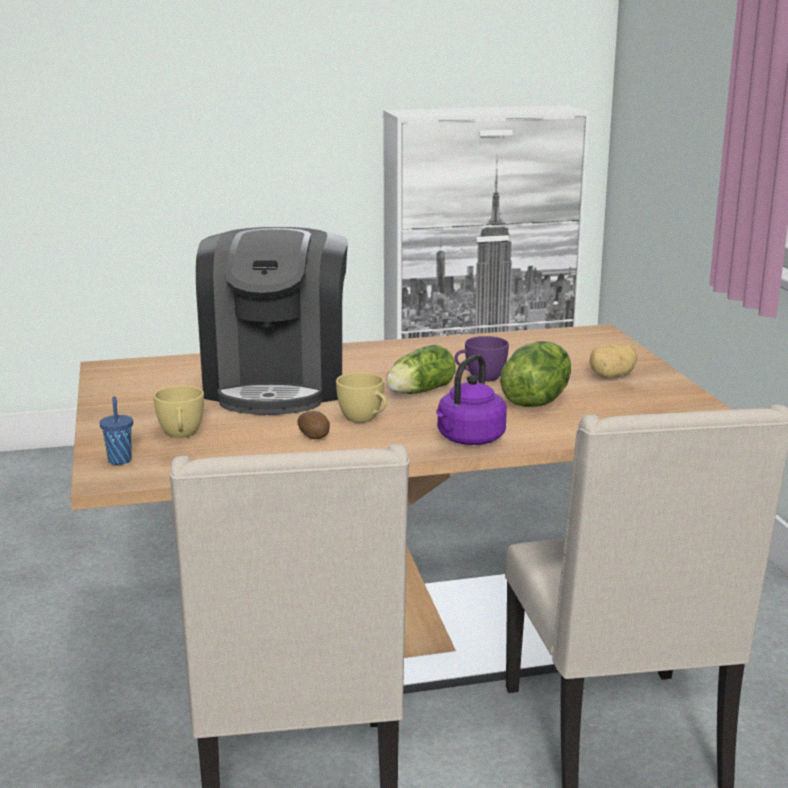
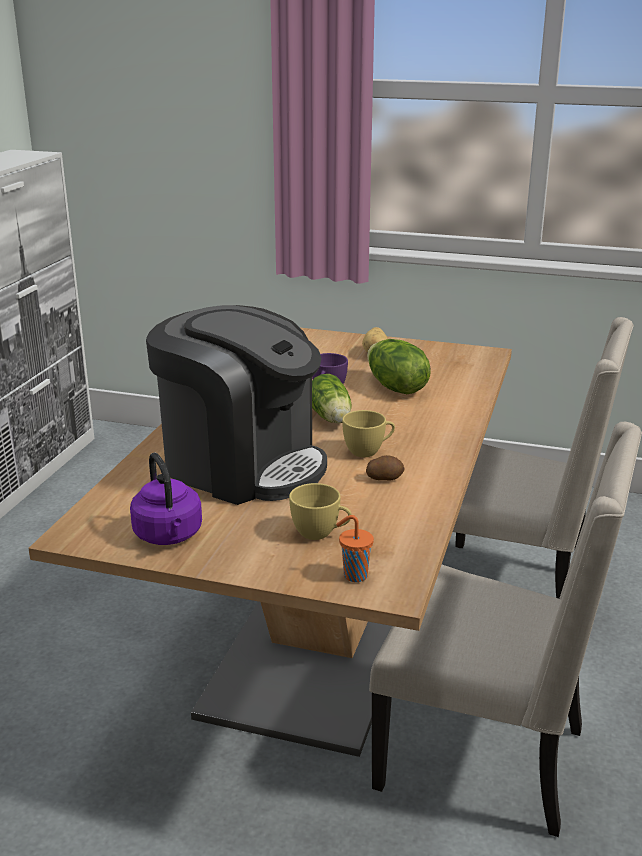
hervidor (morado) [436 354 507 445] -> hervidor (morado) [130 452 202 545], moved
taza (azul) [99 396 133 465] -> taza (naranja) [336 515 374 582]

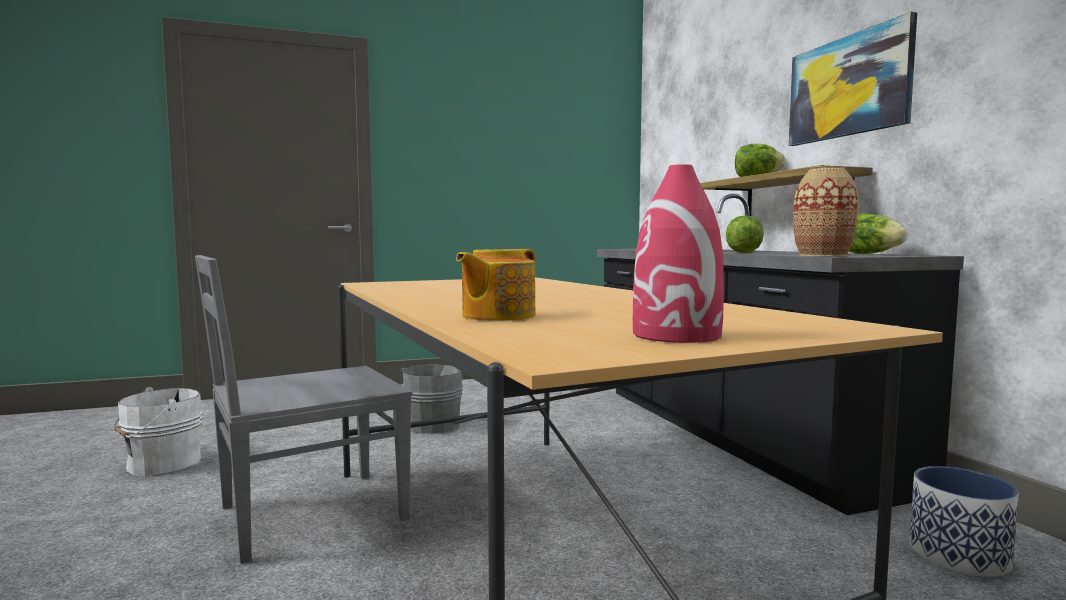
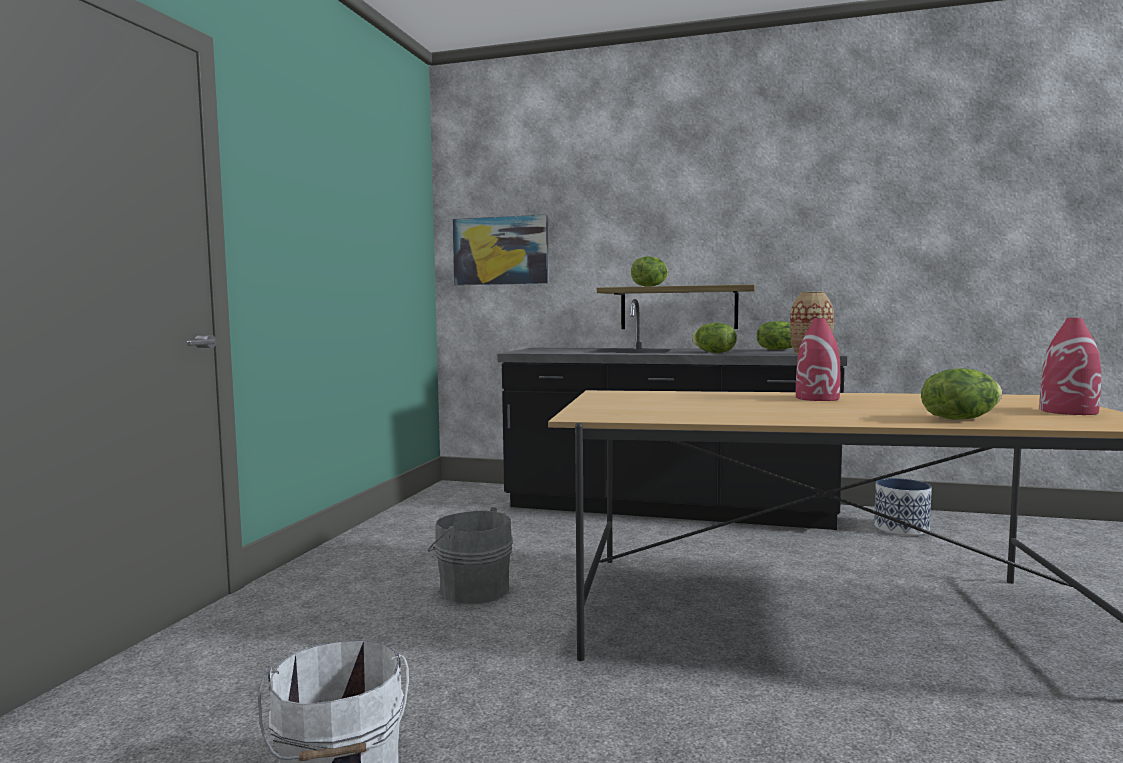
cuadro [789 12 917 146] -> cuadro [453 215 549 285], moved
none -> florero (rojo) [796 318 841 401]
tetera [456 249 536 321] -> lechuga [921 368 1002 420]
silla (gris) [195 255 413 564] -> none

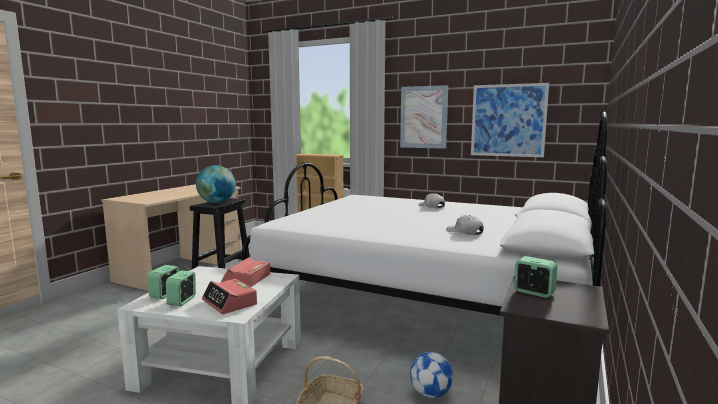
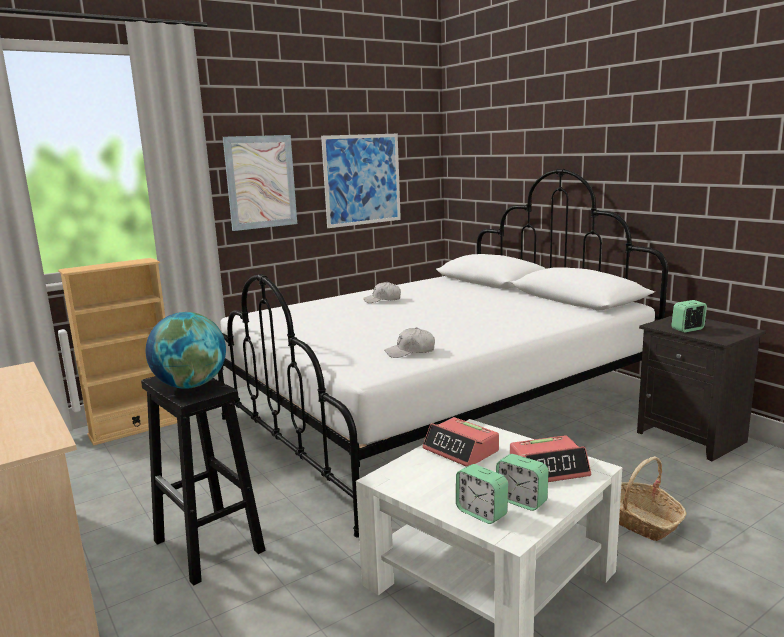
gorra (blanco) [446 215 484 235] -> gorra (blanco) [384 327 435 358], moved
balón de fútbol [410 352 454 398] -> none

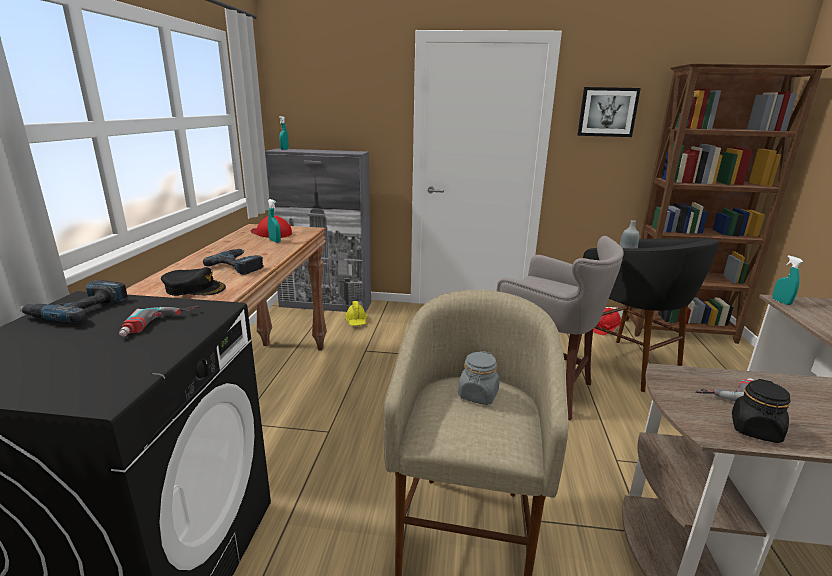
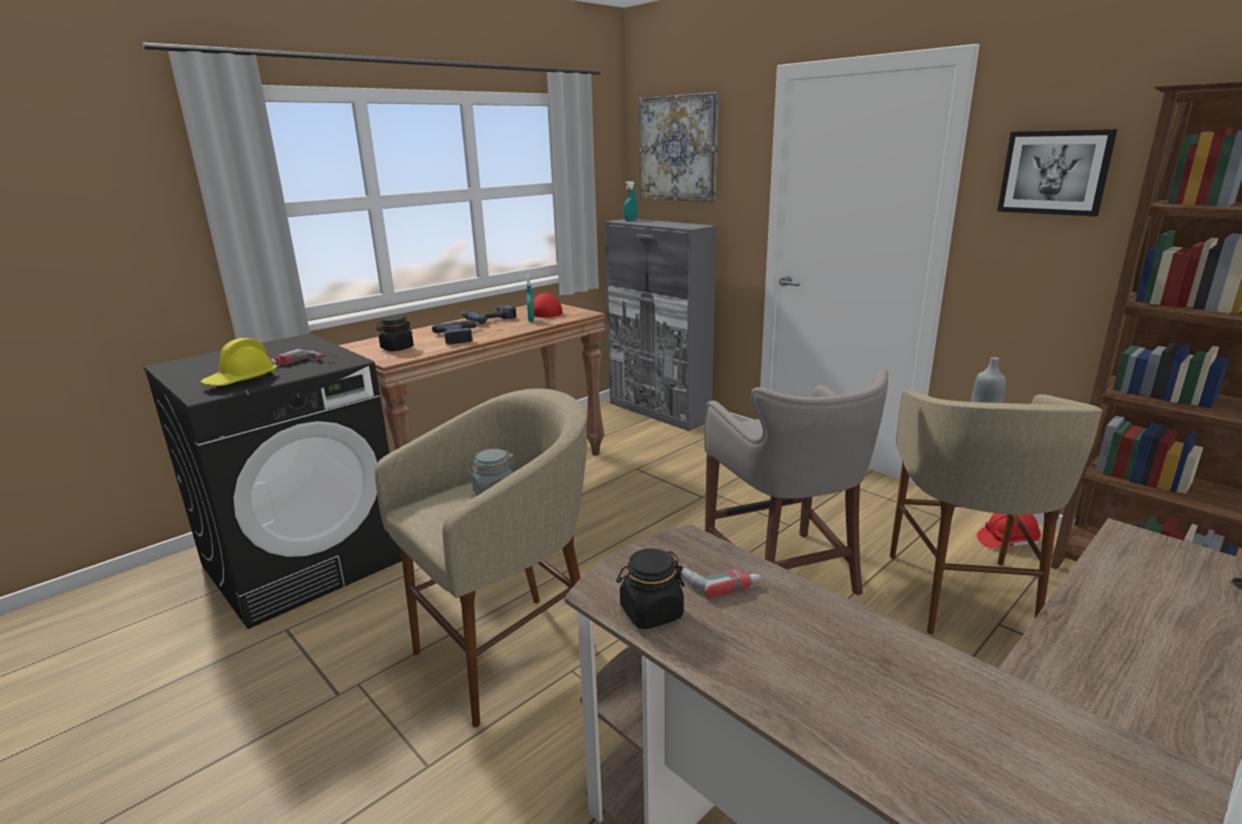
casco (amarillo) [345 301 367 326] -> casco (amarillo) [200 338 277 386], moved
gorra (negro) [161 267 226 296] -> tarro (negro) [376 315 414 351]
taladro [20 280 128 323] -> taladro [462 304 517 324], moved
none -> cuadro [639 92 719 202]
taburete (negro) [577 238 719 392] -> taburete (beis) [890 391 1103 634]
pulverizador (turquesa) [773 255 803 305] -> none

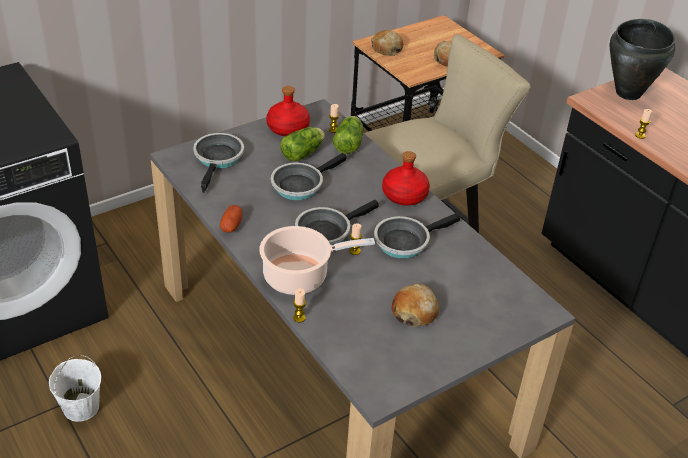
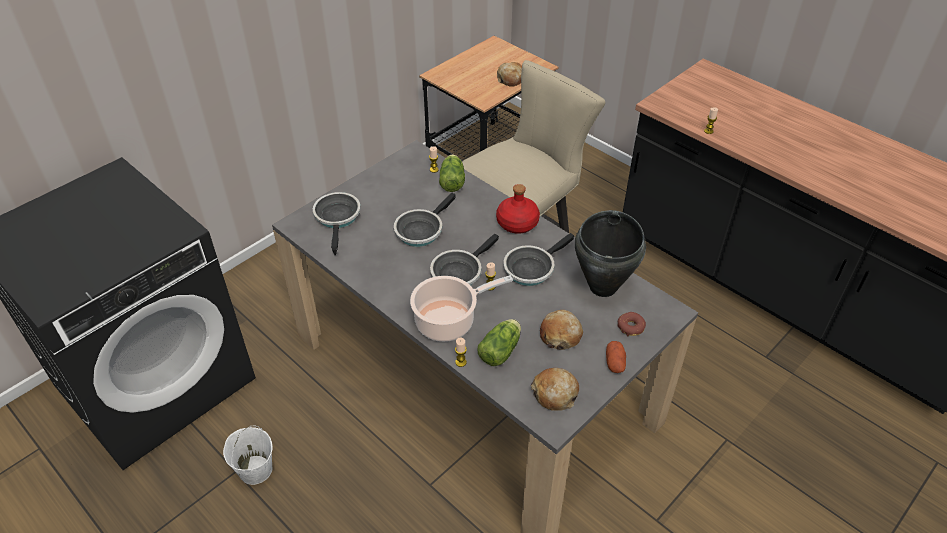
lechuga [280 127 325 161] -> lechuga [478 319 521 366], moved
pan [371 30 403 56] -> pan [531 368 579 411], moved
olla (negro) [610 19 675 100] -> olla (negro) [575 210 646 297], moved
patata [220 205 242 233] -> patata [606 341 626 373], moved
none -> rosquilla [617 312 646 336]
botella (rojo) [266 86 310 136] -> none

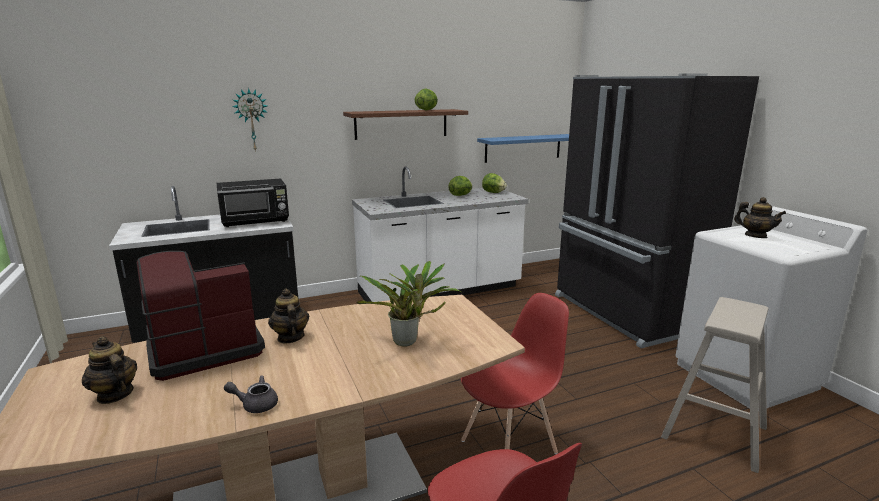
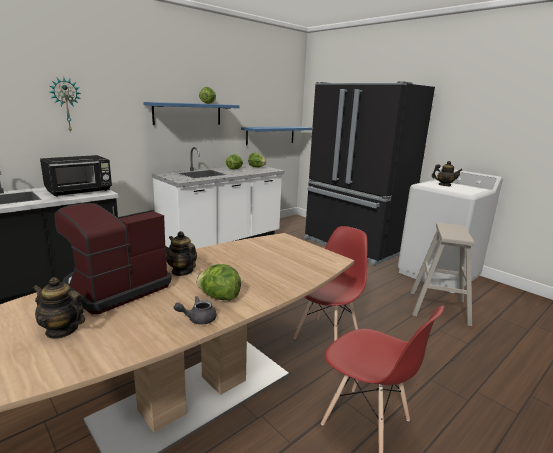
estante (marrón) [343 109 468 140] -> estante (azul) [143 102 239 125]
none -> lechuga [196 264 241 301]
planta en maceta [356 261 463 347] -> none

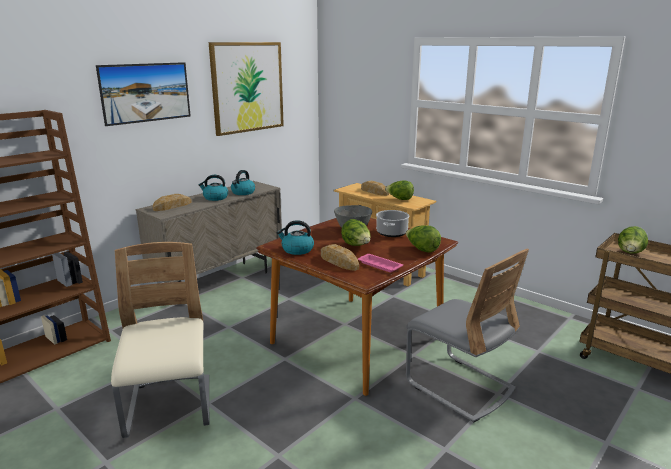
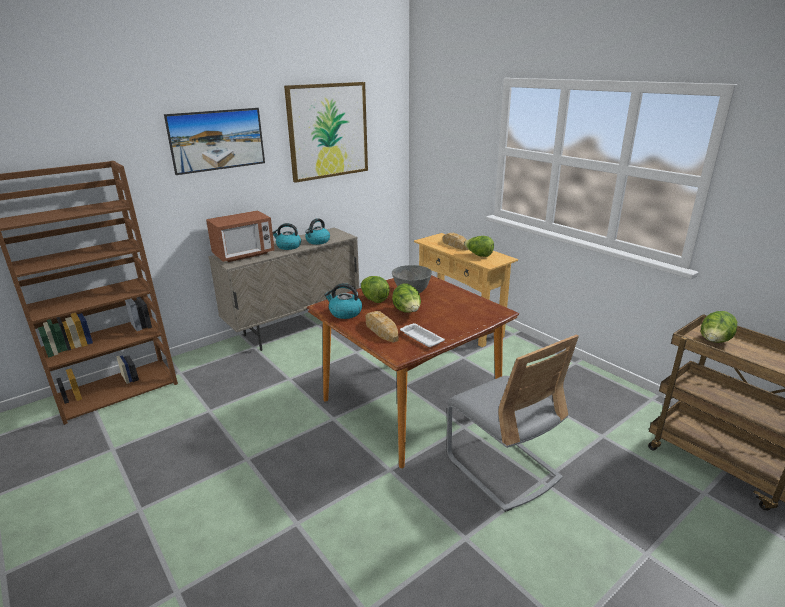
pan [153 194 192 211] -> microondas [206 210 275 262]
lechuga [406 225 441 253] -> lechuga [361 276 390 303], moved
bandeja (rosa) [358 254 403 272] -> bandeja (blanco) [400 323 445 347]
silla (beis) [111 242 209 438] -> none
olla [376 210 409 237] -> none

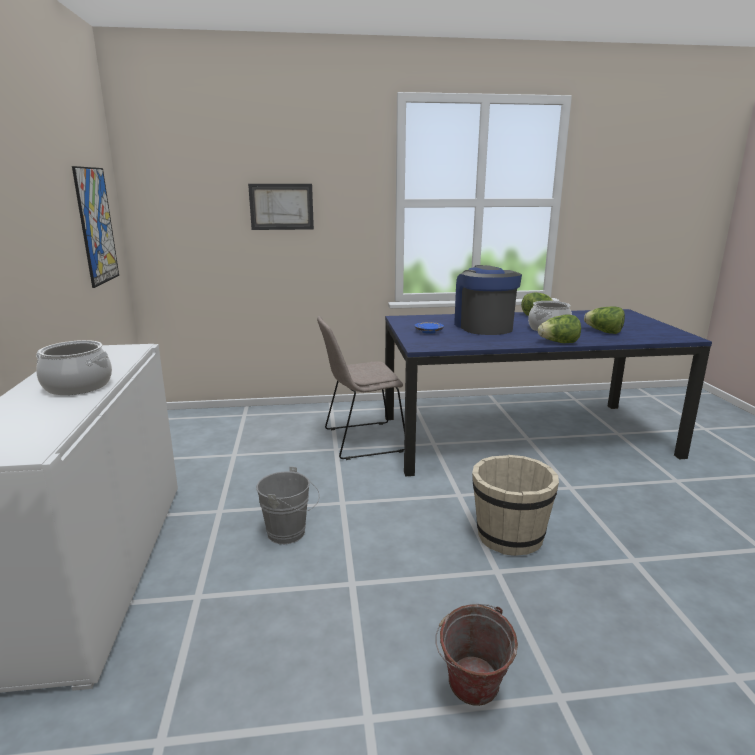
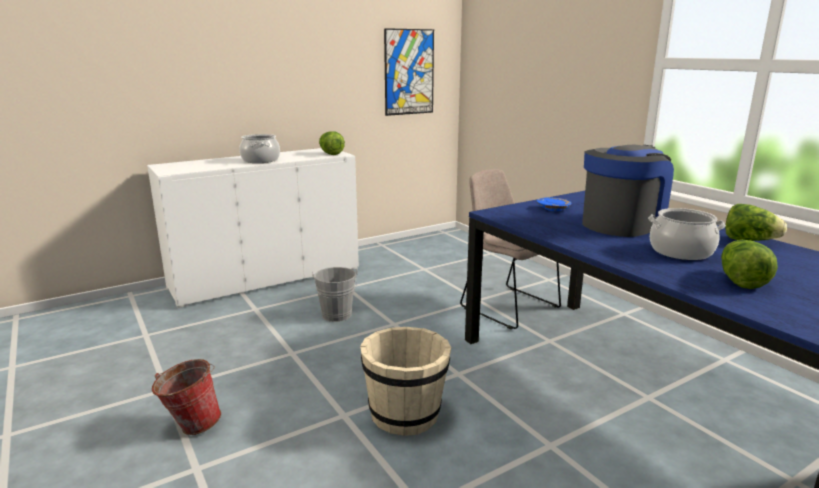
lechuga [538 314 581 343] -> lechuga [319 131 345 155], moved
cuadro [248 184 314 230] -> none

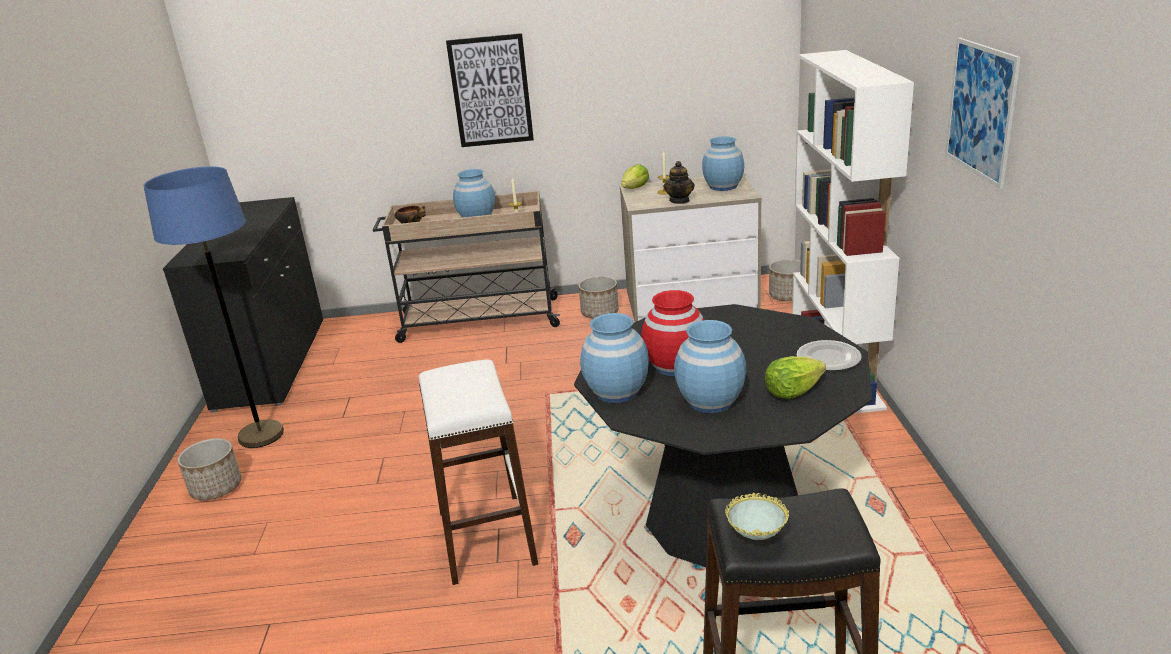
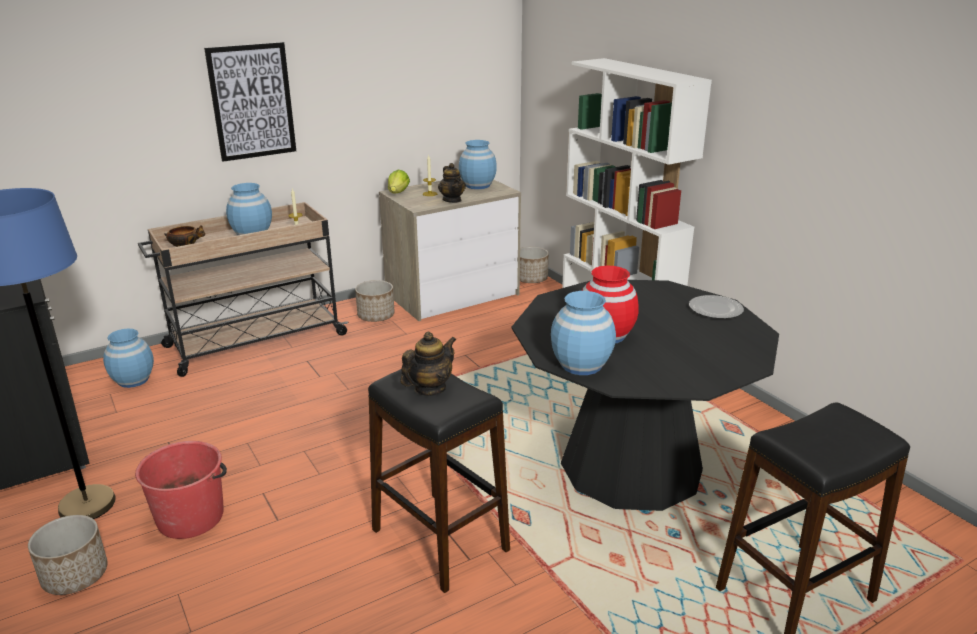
florero (azul) [674 320 746 413] -> florero (azul) [103 328 154 388], moved
none -> cubo (rojo) [135 441 227 539]
taburete (blanco) [419 359 538 585] -> taburete (negro) [368 369 510 593]
none -> tetera [401 332 456 396]
cuenco [725 493 789 540] -> none
lechuga [765 356 826 399] -> none
cuadro [945 38 1021 189] -> none

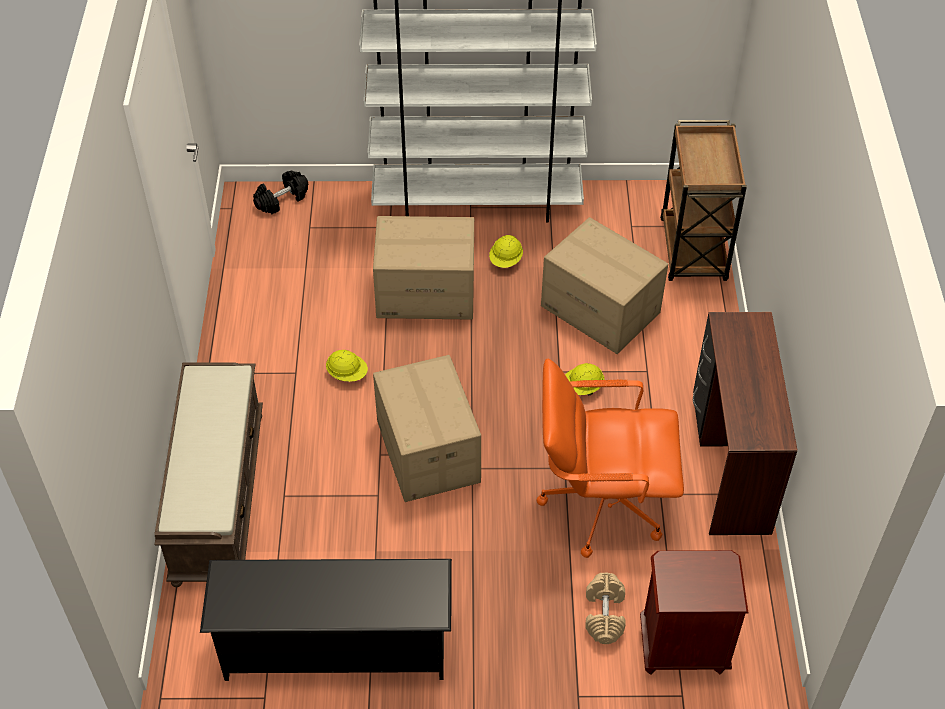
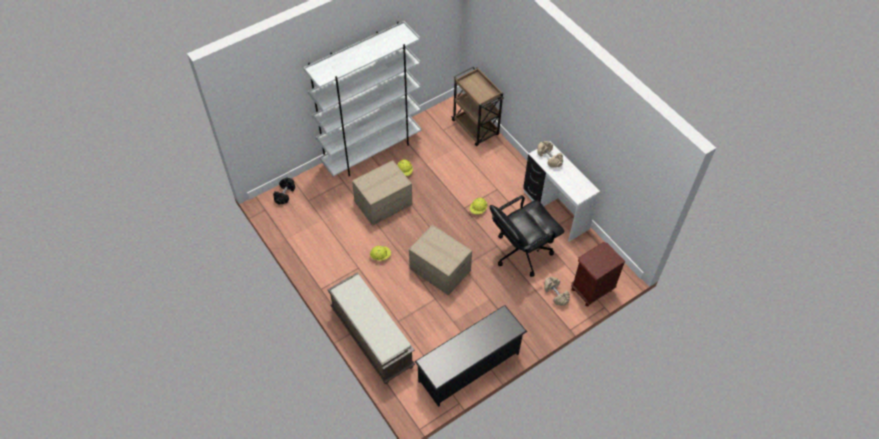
silla de oficina (naranja) [537 359 684 558] -> silla de oficina (negro) [490 195 564 277]
escritorio (marrón) [693 312 798 535] -> escritorio (blanco) [523 141 600 242]
none -> mancuerna (beis) [537 141 563 168]
caja de cartón [541 217 668 354] -> none

